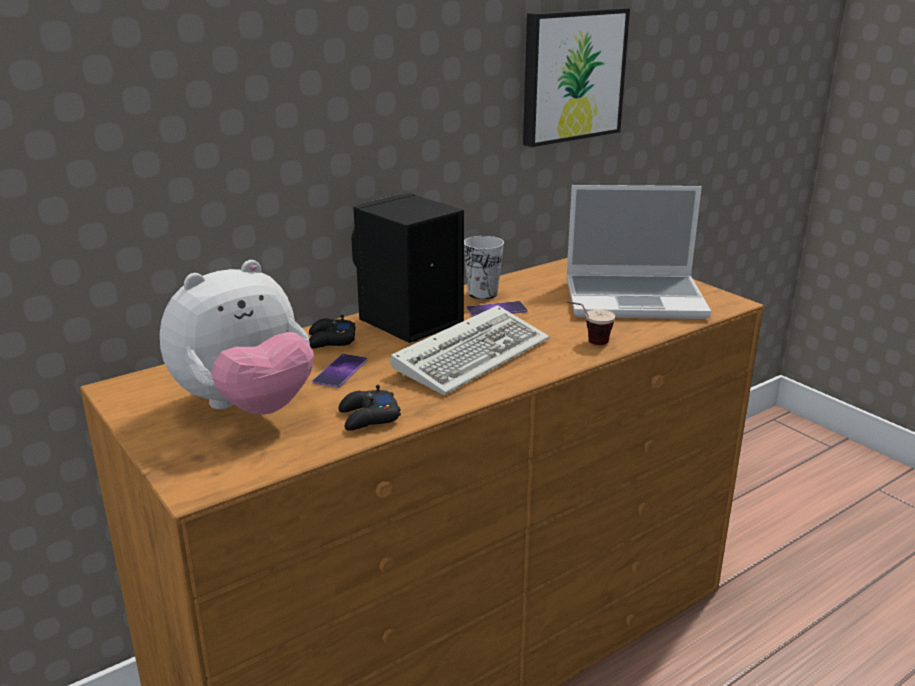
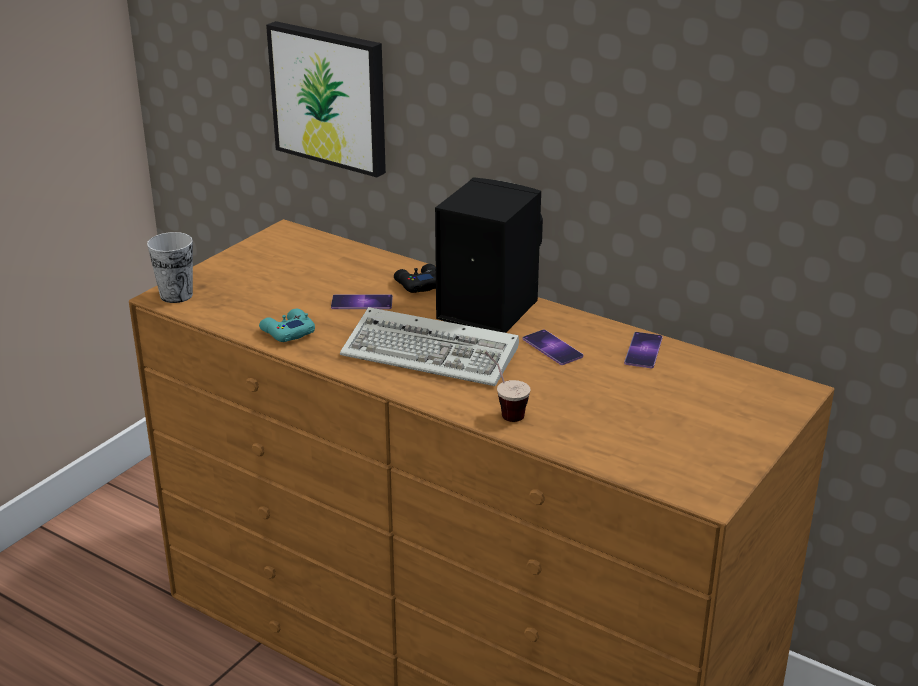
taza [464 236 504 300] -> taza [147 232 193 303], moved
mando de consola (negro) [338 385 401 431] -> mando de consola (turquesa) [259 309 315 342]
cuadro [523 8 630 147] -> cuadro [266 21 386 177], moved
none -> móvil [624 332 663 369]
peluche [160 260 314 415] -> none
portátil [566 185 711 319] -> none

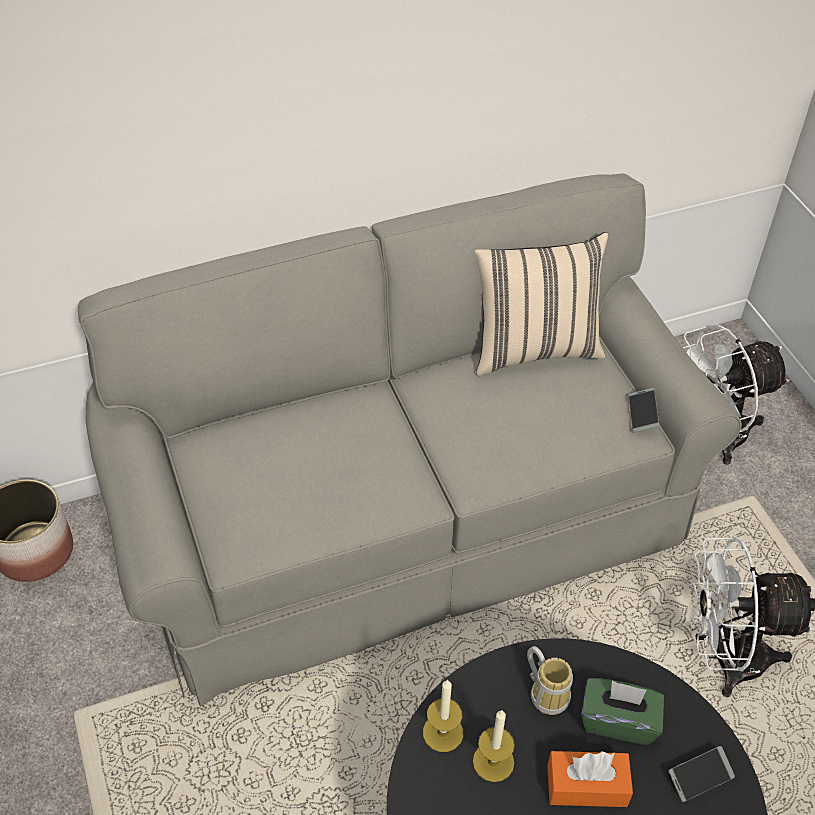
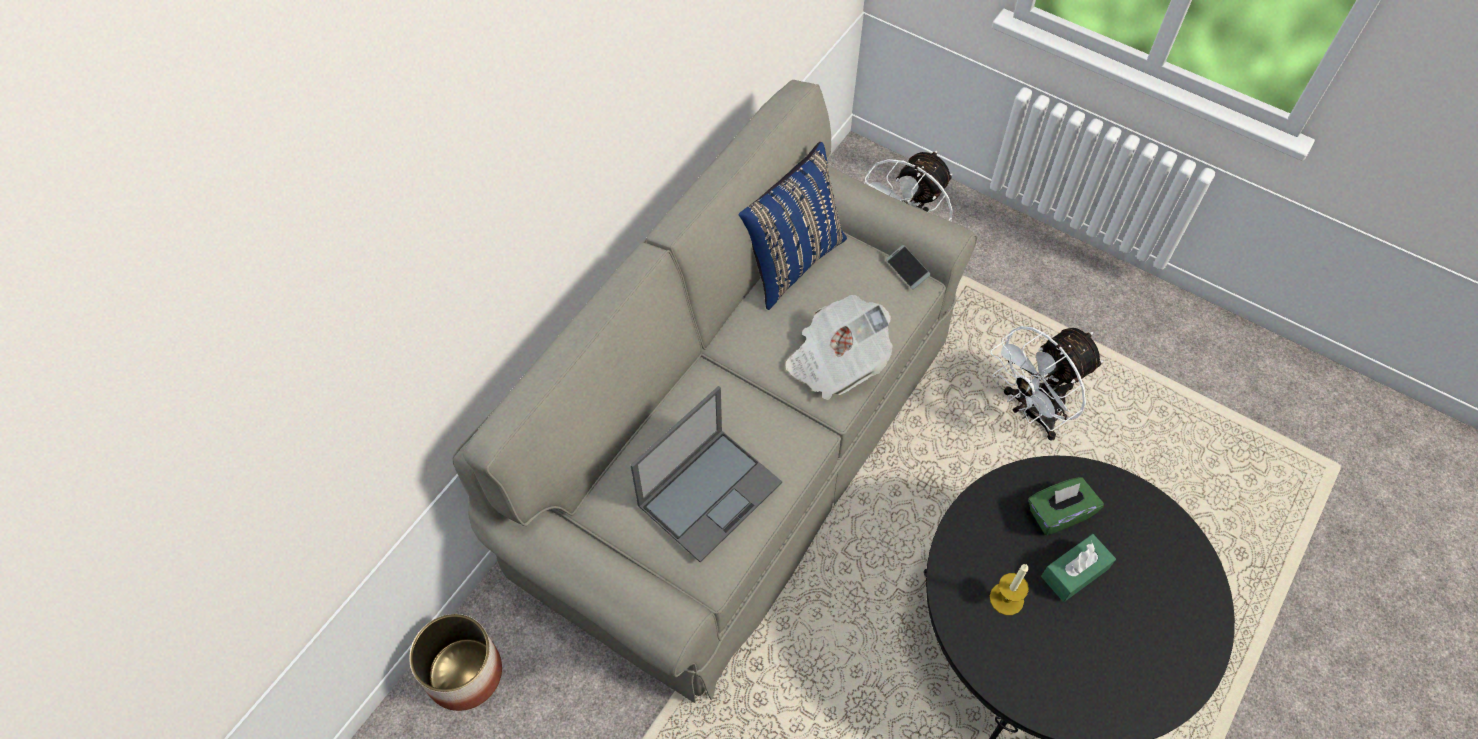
none -> portátil [631 386 782 562]
cojín (beis) [475 232 608 376] -> cojín (azul) [738 142 847 310]
none -> periódico [785 295 893 400]
caja de pañuelos (naranja) [547 751 633 807] -> caja de pañuelos (verde) [1041 534 1116 602]
vela [423 679 463 752] -> none
taza grande [527 646 573 715] -> none
móvil [669 746 735 802] -> none

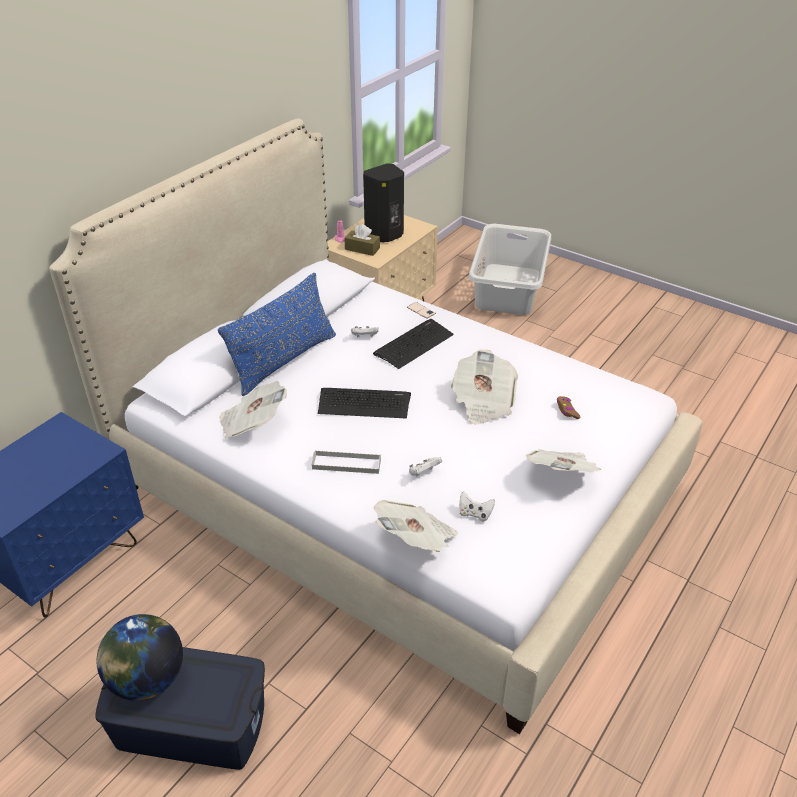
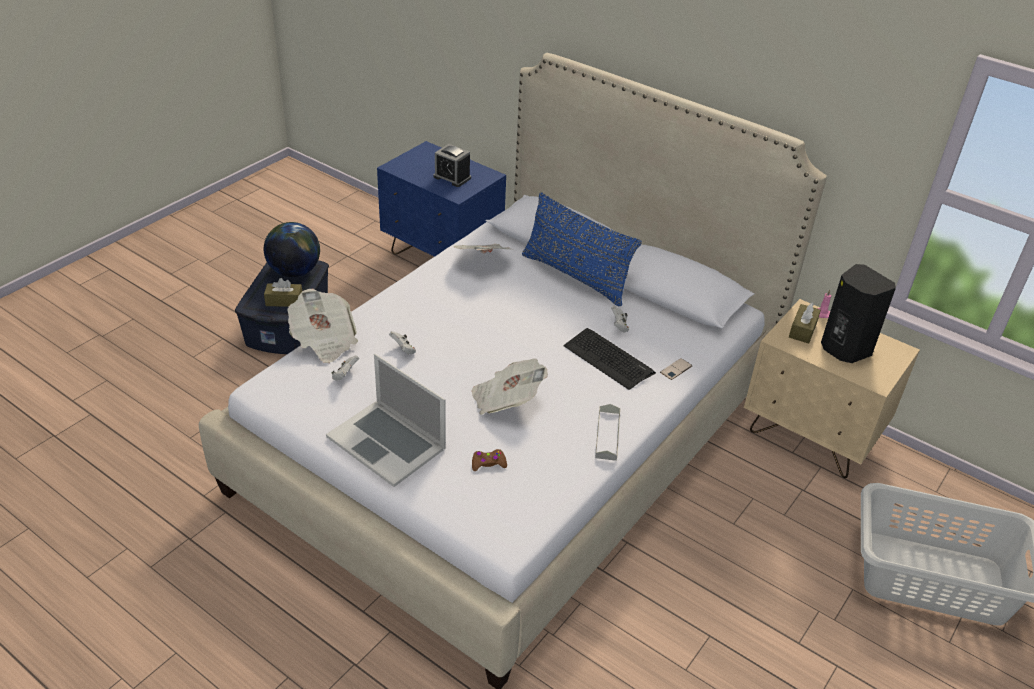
none -> caja de pañuelos (marrón) [264 278 302 307]
periódico [526 449 601 473] -> portátil [326 354 446 487]
none -> despertador [434 144 471 187]
bandeja (gris) [312 450 381 474] -> bandeja (gris) [595 404 620 461], moved
teclado [318 388 411 418] -> none

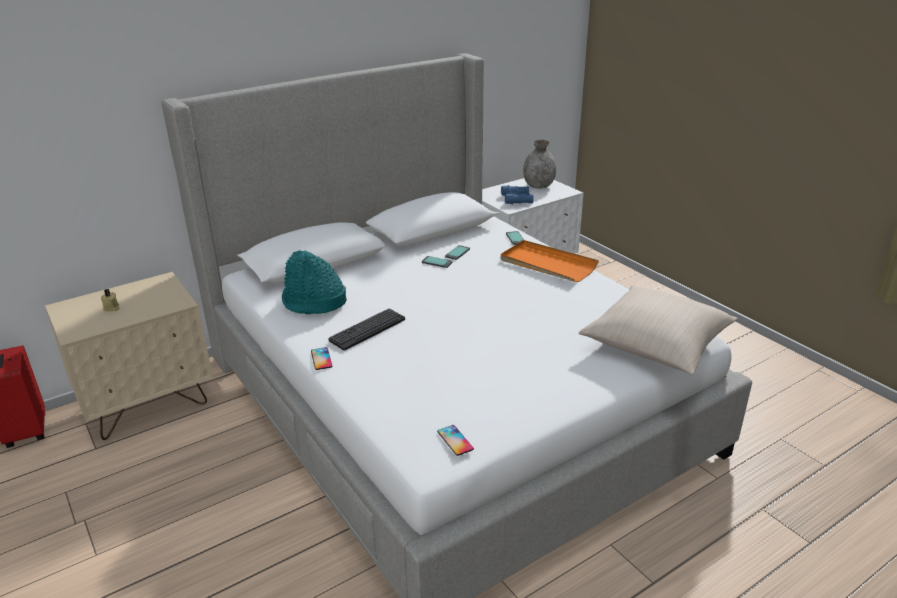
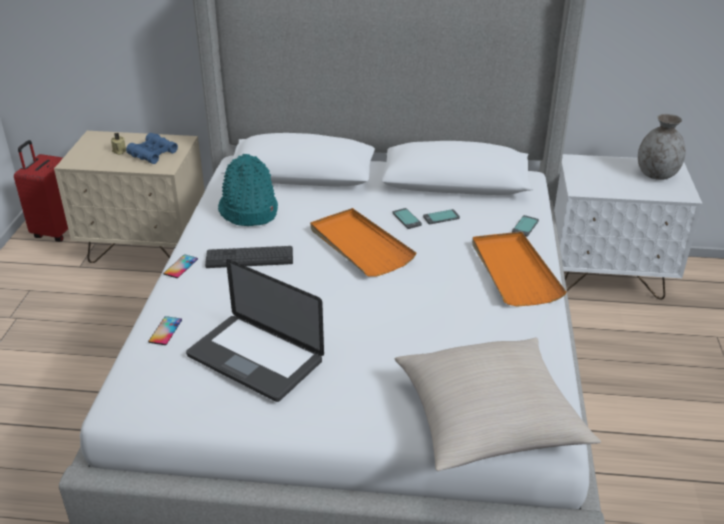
prismáticos (azul) [501 185 534 205] -> prismáticos (azul) [126 133 178 164], moved
móvil [437 425 474 456] -> móvil [148 316 182 345], moved
none -> portátil [186 259 324 402]
none -> bandeja (naranja) [310 208 416 277]

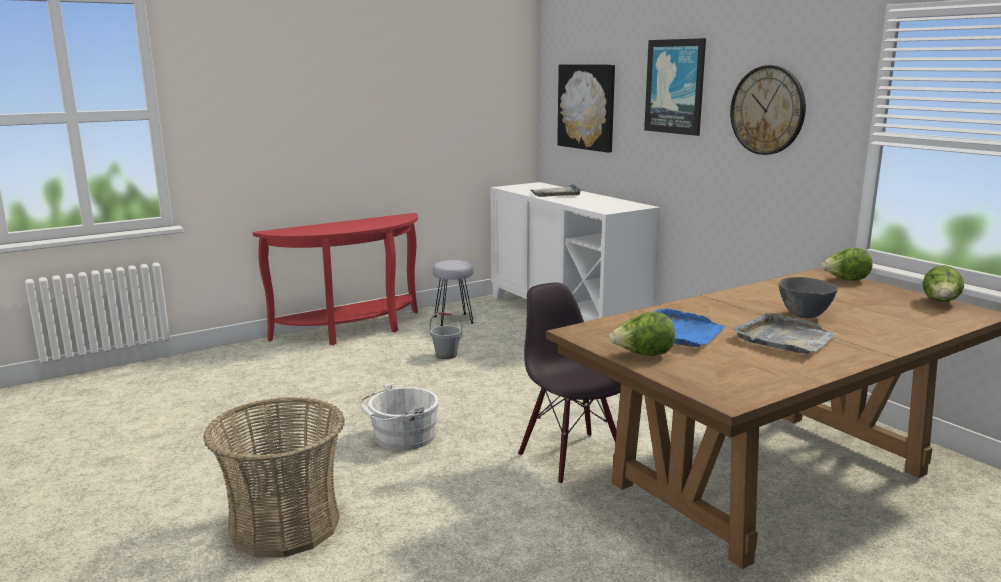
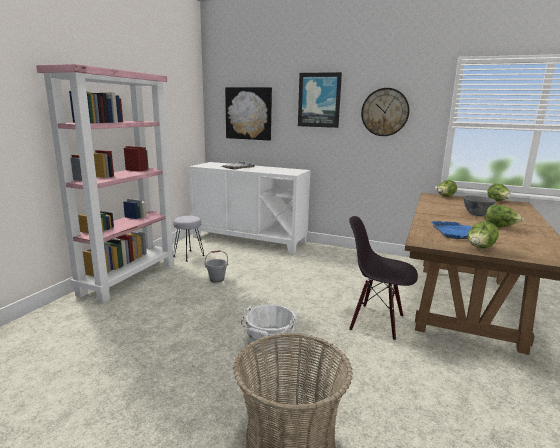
mesa consola (rojo) [253 213 418 345] -> estantería (rosa) [36 64 175 303]
bandeja (gris) [733 313 837 354] -> lechuga [485 205 524 227]

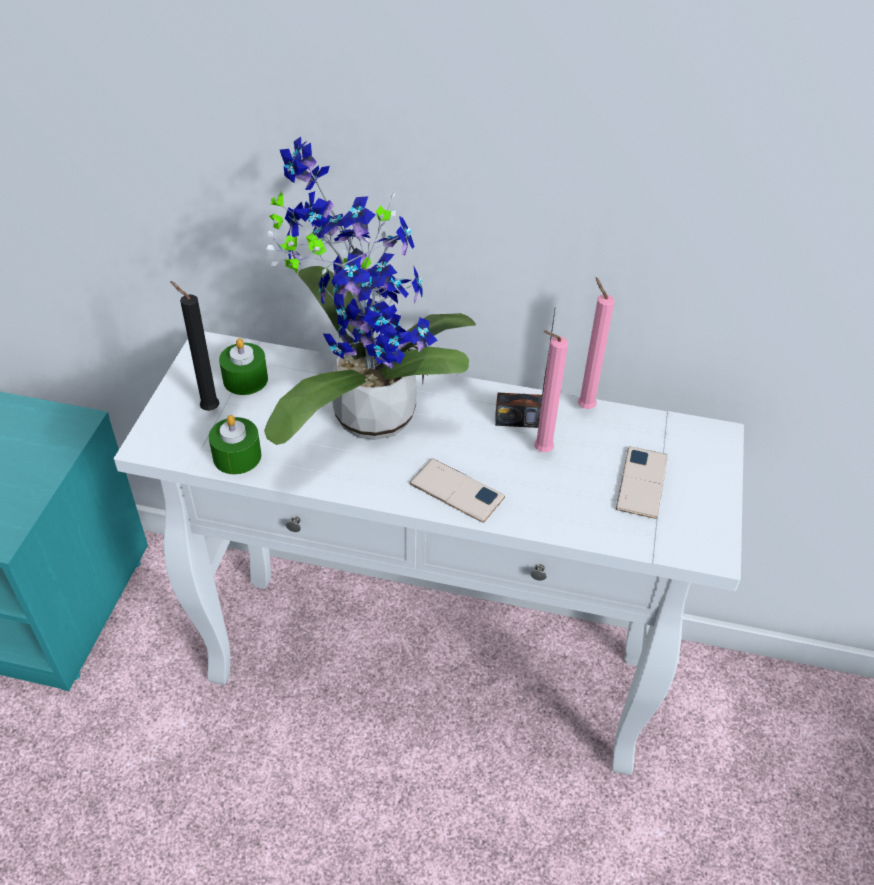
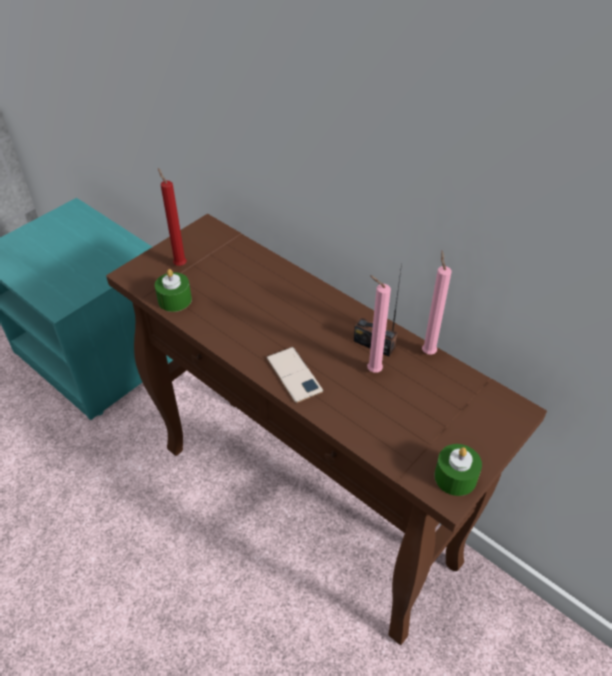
mesa consola (blanco) [114 331 744 775] -> mesa consola (marrón) [106 214 547 645]
vela (negro) [170 281 220 411] -> vela (rojo) [158 168 187 266]
vela (verde) [219 338 268 395] -> vela (verde) [434 444 482 496], moved
planta en maceta [264 137 476 445] -> none
móvil [616 446 668 519] -> none

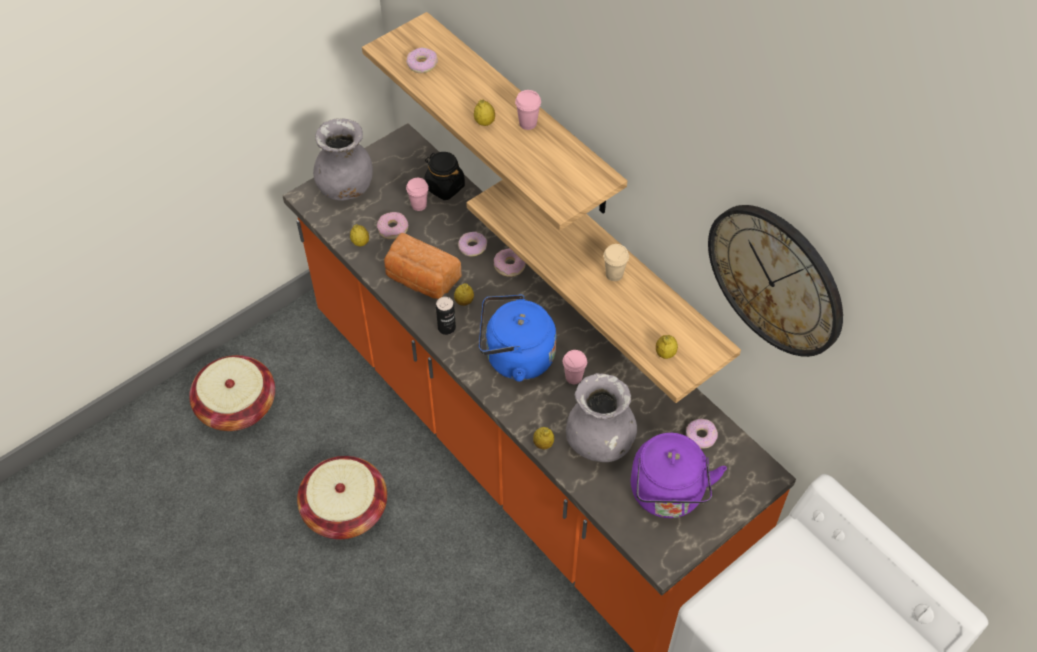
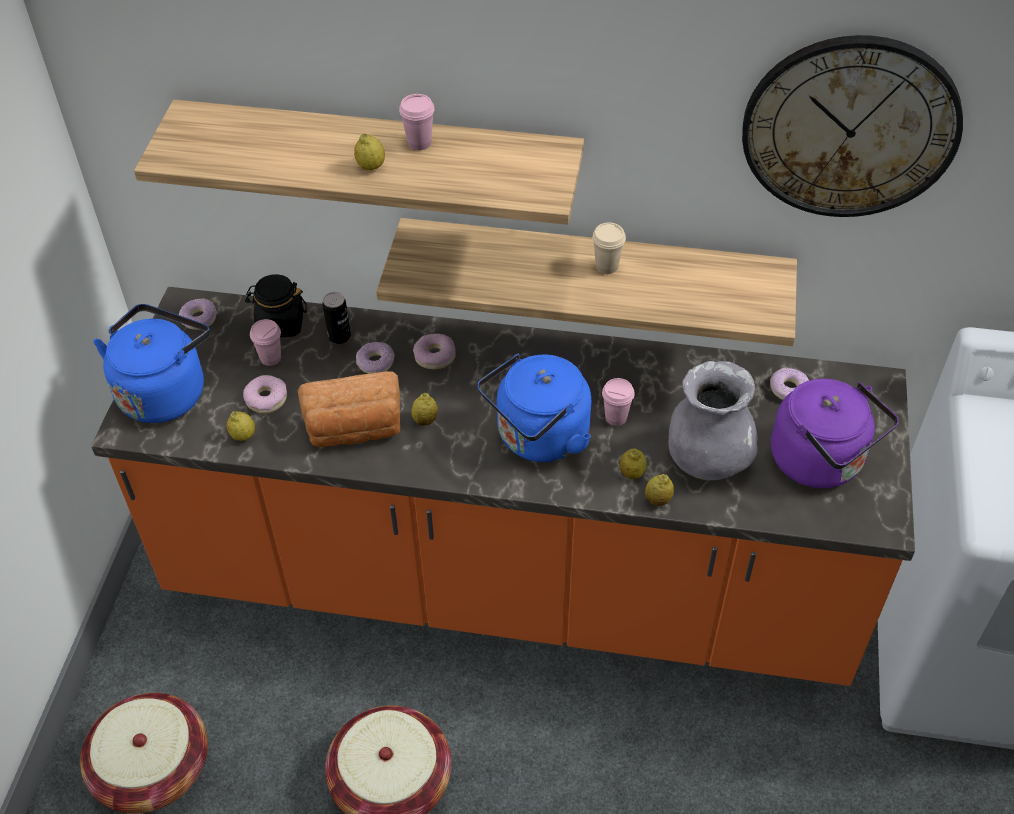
florero (gris) [313 118 373 201] -> hervidor (azul) [93 304 210 423]
rosquilla [406 48 438 73] -> rosquilla [179 298 217 330], moved
lata [436 297 456 335] -> lata [323 292 351 344], moved
limón [656 335 678 359] -> limón [620 448 647 479], moved

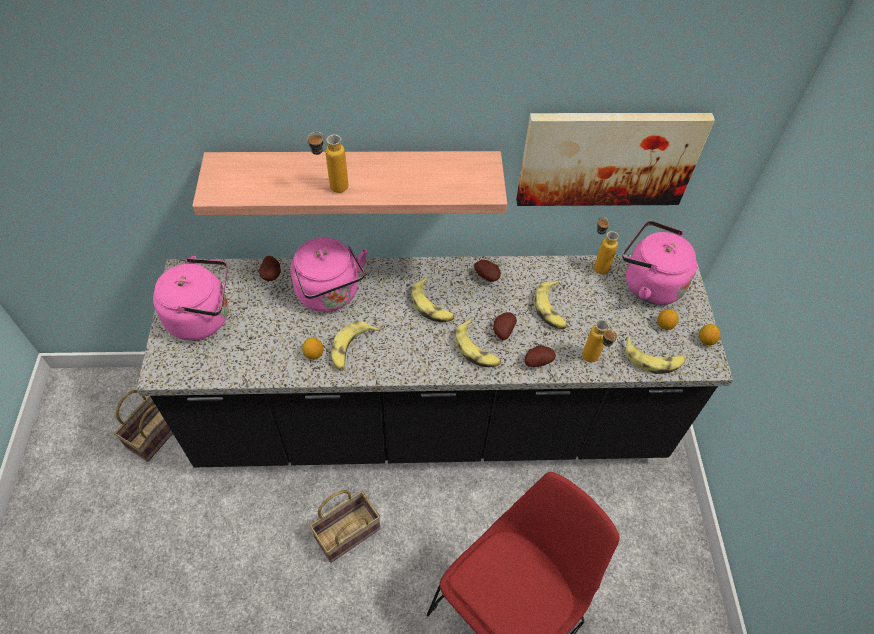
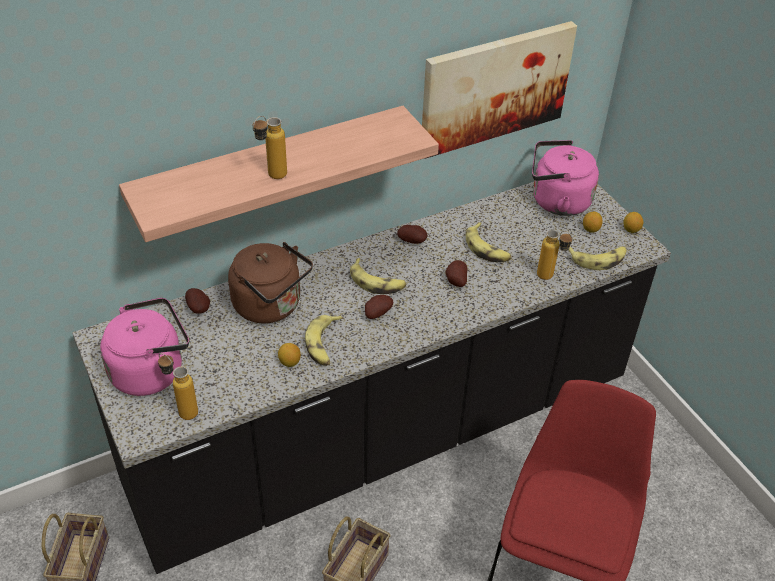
botella [594 216 619 275] -> botella [158 353 198 420], moved
hervidor (rosa) [291 237 367 312] -> hervidor (marrón) [228 242 313 323]
patata [524 345 556 367] -> patata [365 295 393 319], moved
plátano [455 318 501 367] -> none

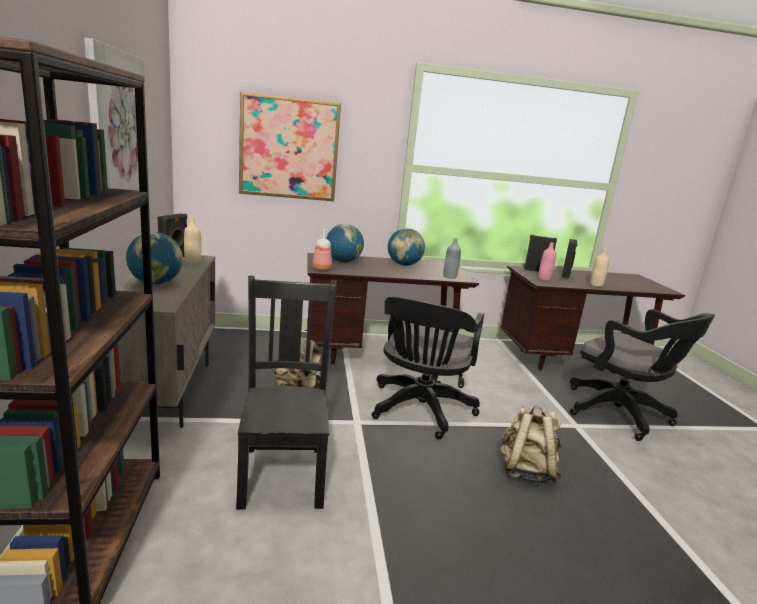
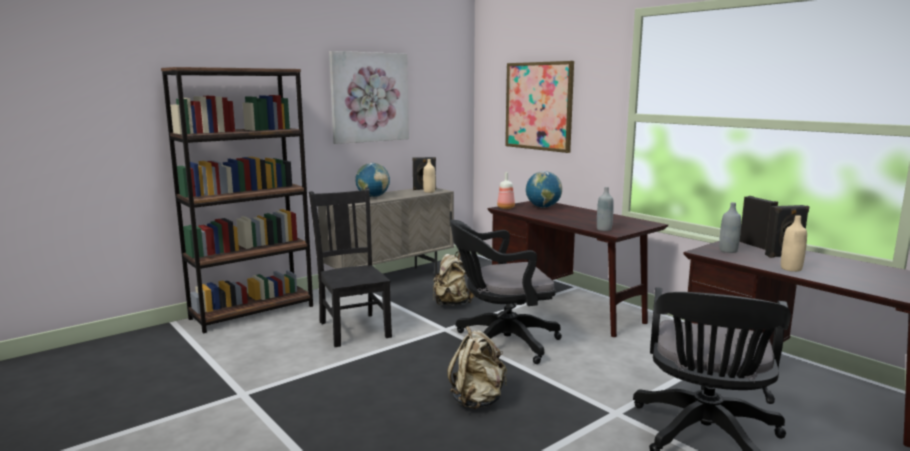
silla (negro) [236 276 337 510] -> silla (negro) [309 187 392 347], 75 degrees counterclockwise
botella (rosa) [538 242 556 281] -> botella (gris) [719 202 741 253]
globo terráqueo [388 228 425 266] -> none

